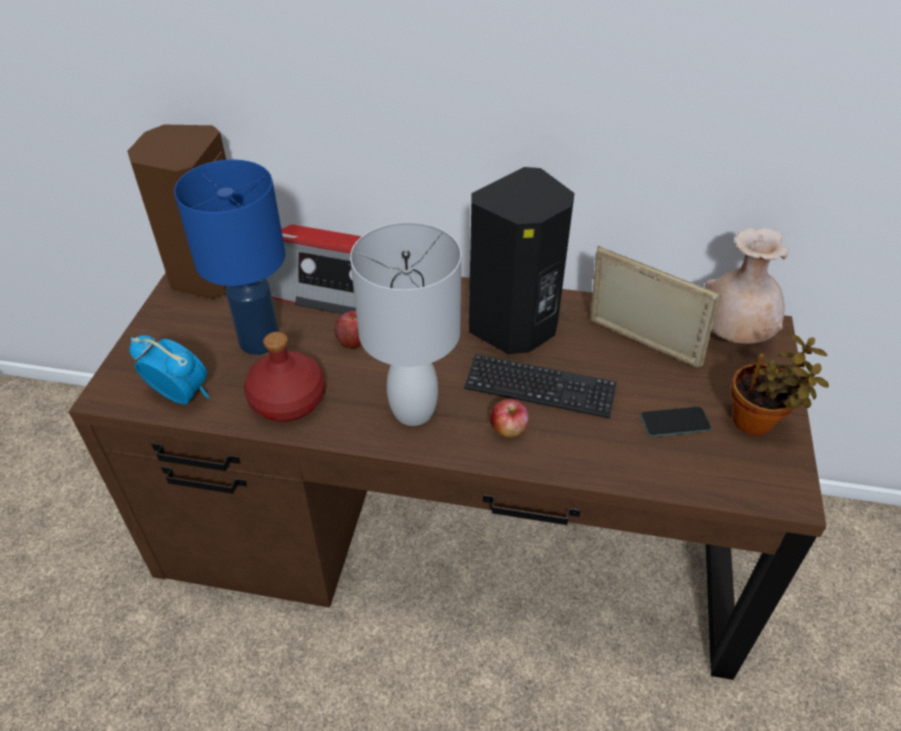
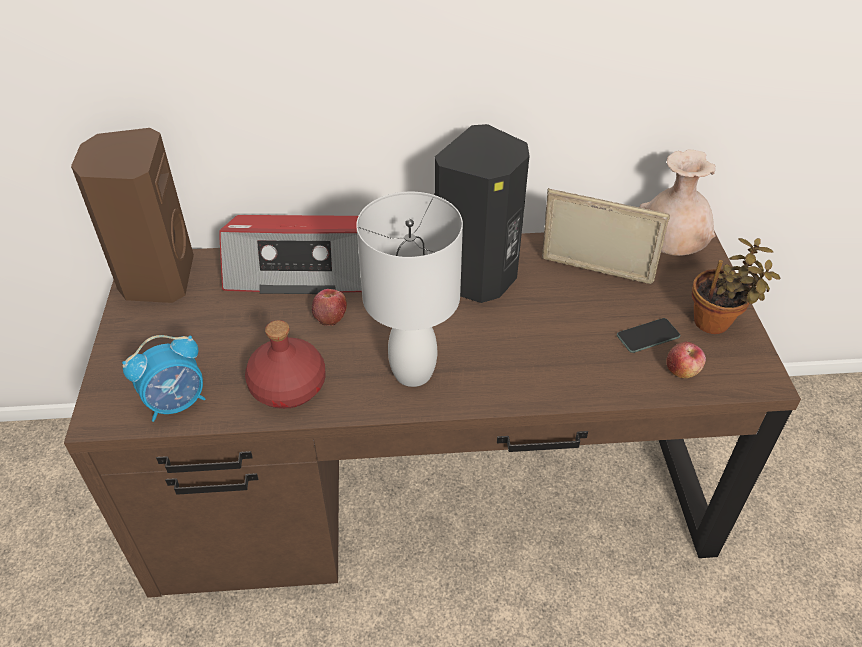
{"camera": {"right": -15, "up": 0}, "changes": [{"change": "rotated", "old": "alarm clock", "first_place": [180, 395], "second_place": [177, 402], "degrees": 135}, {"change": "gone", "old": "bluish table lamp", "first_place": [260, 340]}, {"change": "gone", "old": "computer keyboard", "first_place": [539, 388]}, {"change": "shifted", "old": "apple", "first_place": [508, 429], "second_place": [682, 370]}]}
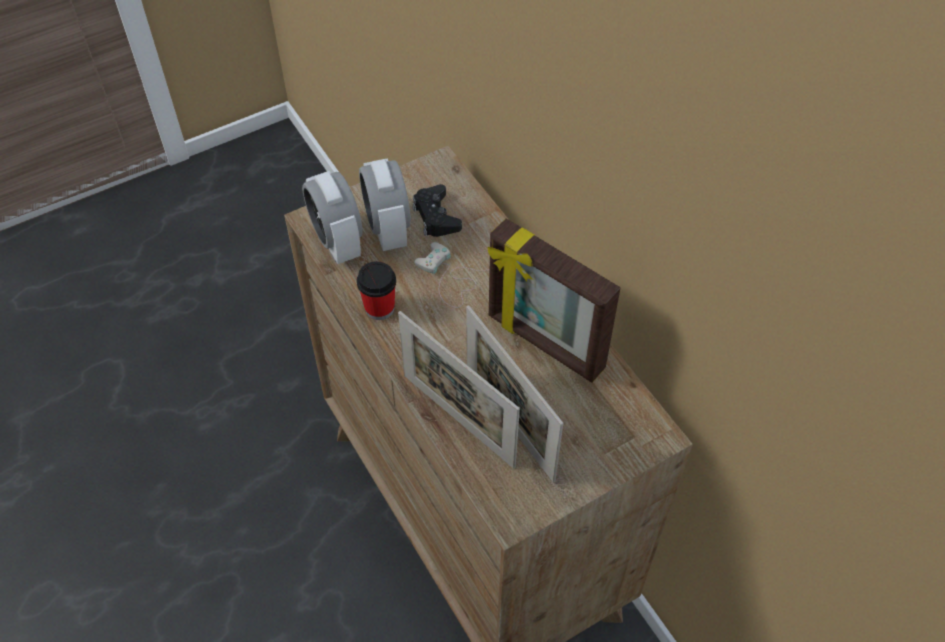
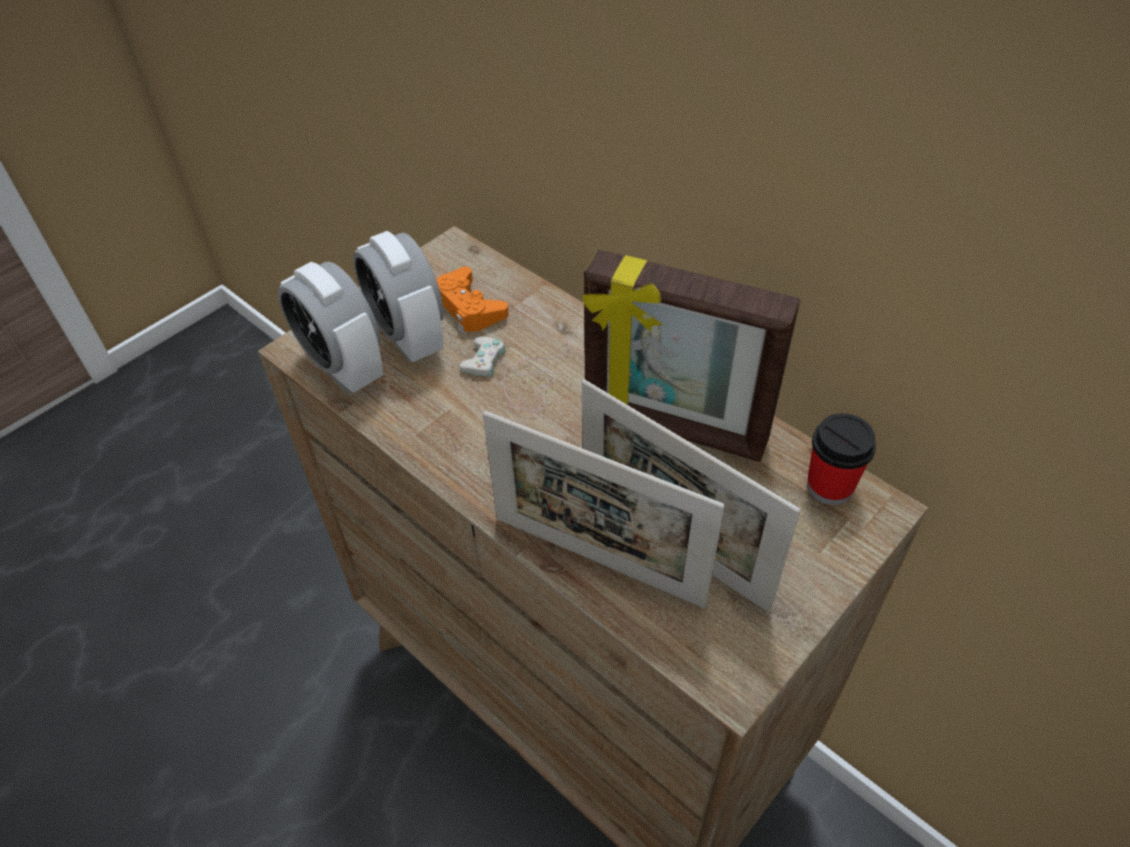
{"camera": {"right": -15, "up": -5}, "changes": [{"change": "shifted", "old": "drinking cup", "first_place": [379, 308], "second_place": [829, 486]}, {"change": "repainted", "old": "blackish gamepad", "new": "orange gamepad", "first_place": [436, 216], "second_place": [468, 308]}]}
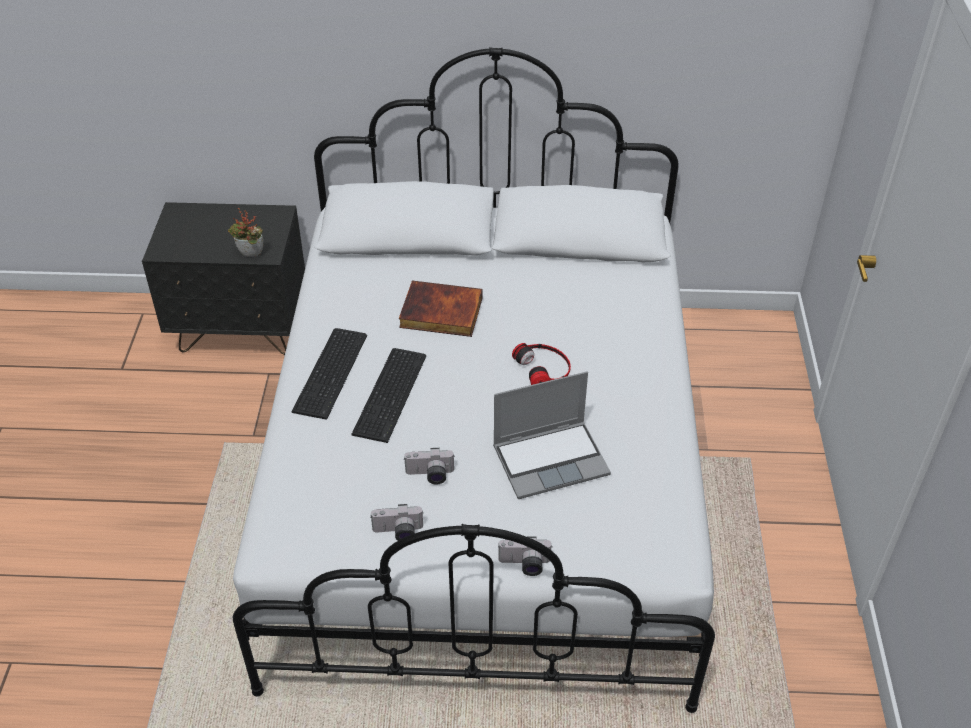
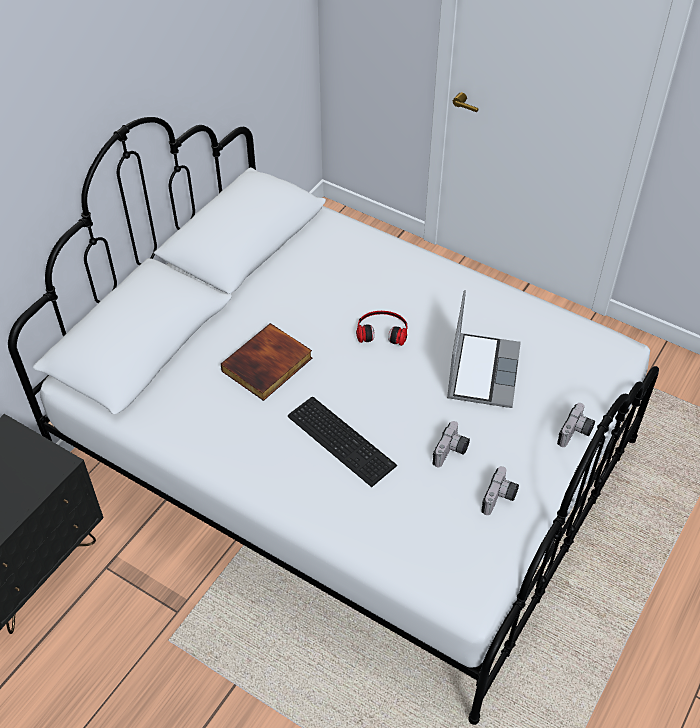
{"camera": {"right": -60, "up": 5}, "changes": [{"change": "gone", "old": "plant in a pot", "first_place": [250, 256]}, {"change": "gone", "old": "computer keyboard", "first_place": [333, 372]}]}
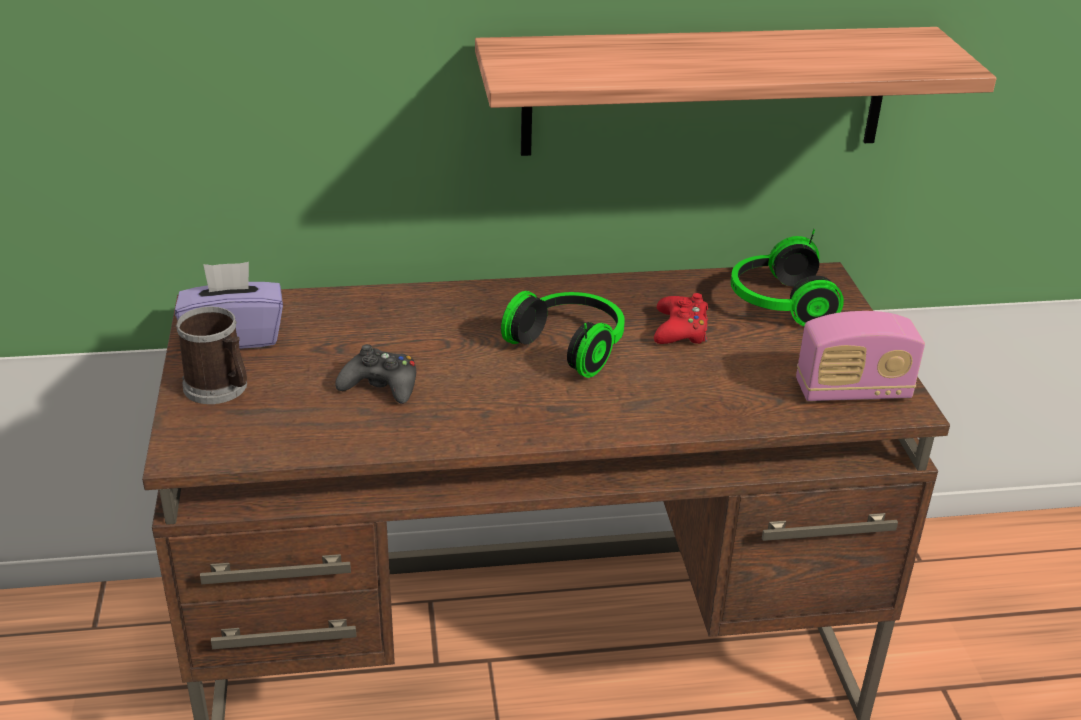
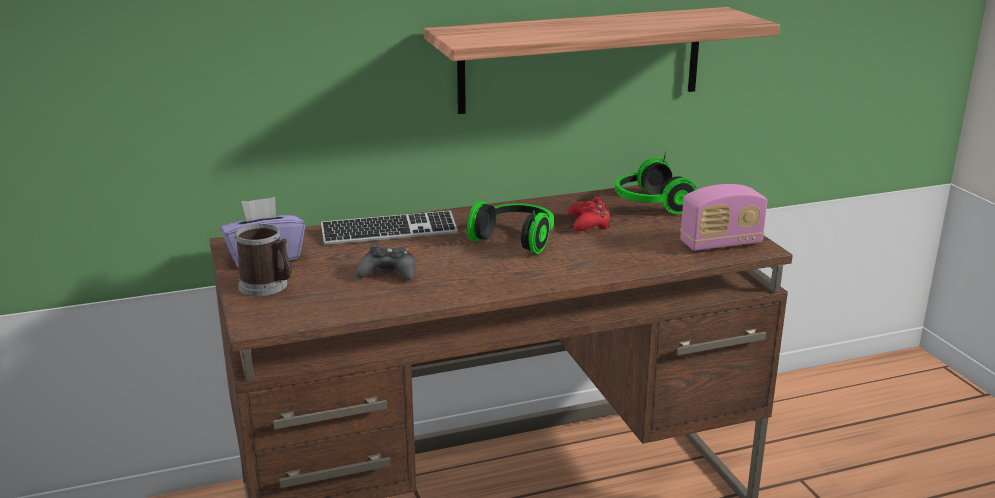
{"camera": {"right": -10, "up": -10}, "changes": [{"change": "new", "new": "computer keyboard", "second_place": [389, 231]}]}
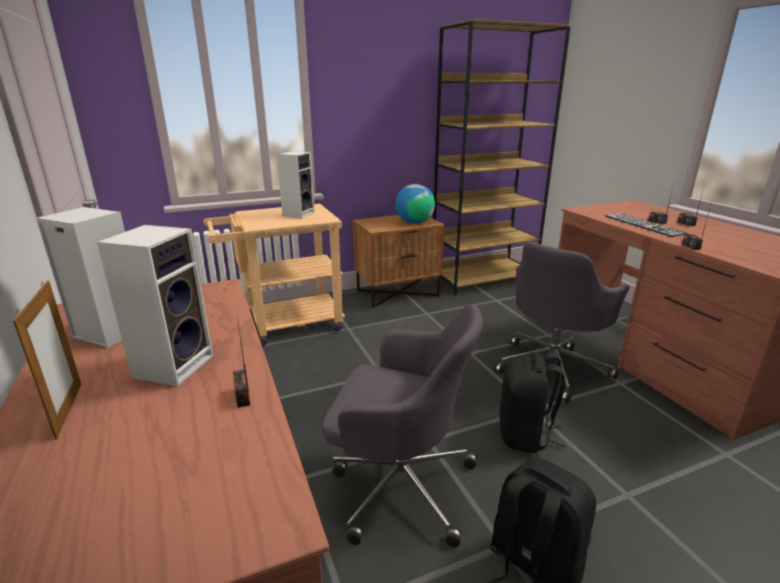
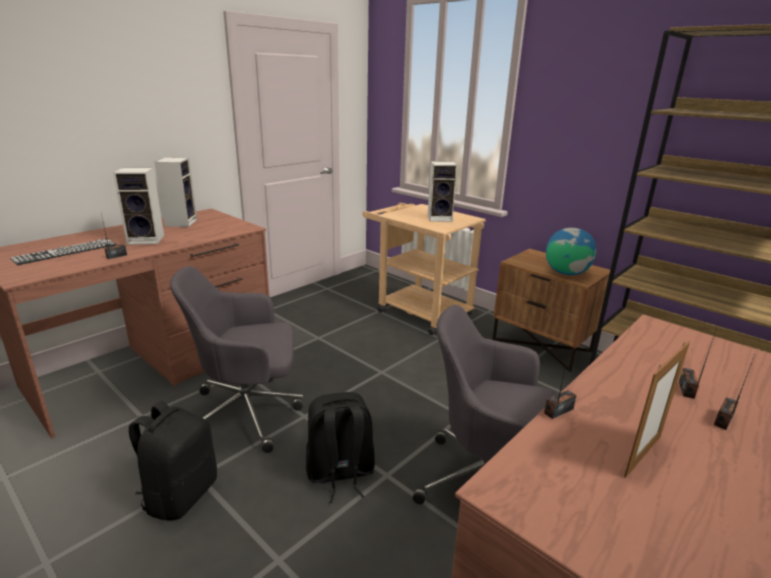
{"camera": {"right": 65, "up": 0}, "changes": [{"change": "shifted", "old": "picture frame", "first_place": [69, 409], "second_place": [642, 456]}, {"change": "rotated", "old": "grey desk chair", "first_place": [399, 484], "second_place": [248, 412], "degrees": 90}, {"change": "shifted", "old": "computer keyboard", "first_place": [643, 224], "second_place": [65, 251]}]}
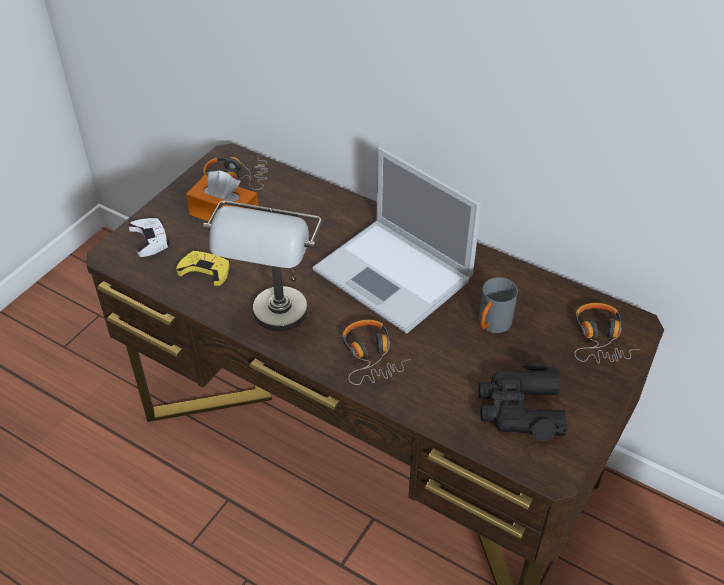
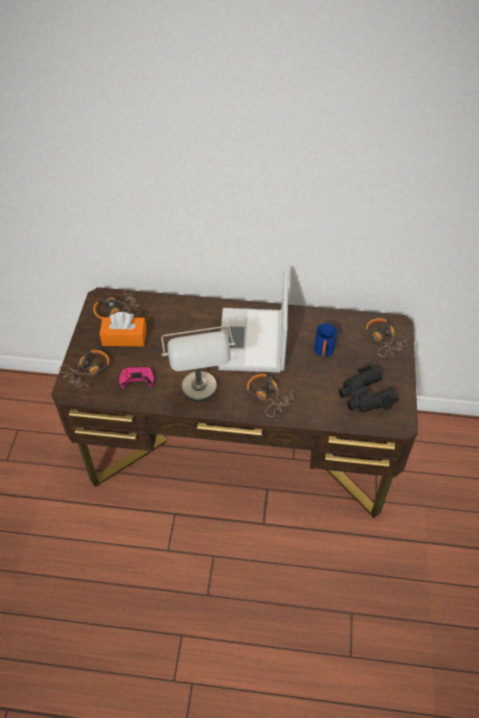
{"camera": {"right": -25, "up": 5}, "changes": [{"change": "swapped", "old": "whitish gamepad", "new": "headphones", "first_place": [150, 239], "second_place": [87, 371]}, {"change": "repainted", "old": "yellow-coloured gamepad", "new": "pinkish gamepad", "first_place": [205, 270], "second_place": [137, 379]}, {"change": "rotated", "old": "notebook computer", "first_place": [395, 276], "second_place": [252, 342], "degrees": 75}, {"change": "repainted", "old": "grey tea mug", "new": "bluish tea mug", "first_place": [491, 326], "second_place": [323, 353]}]}
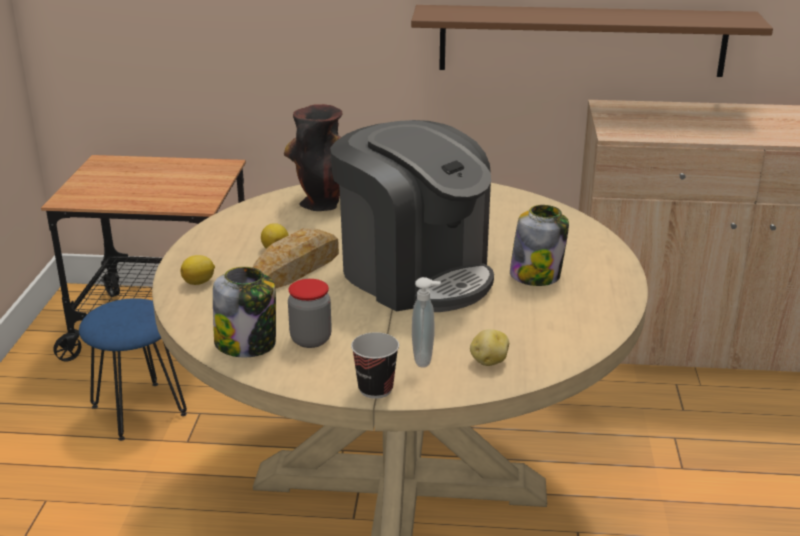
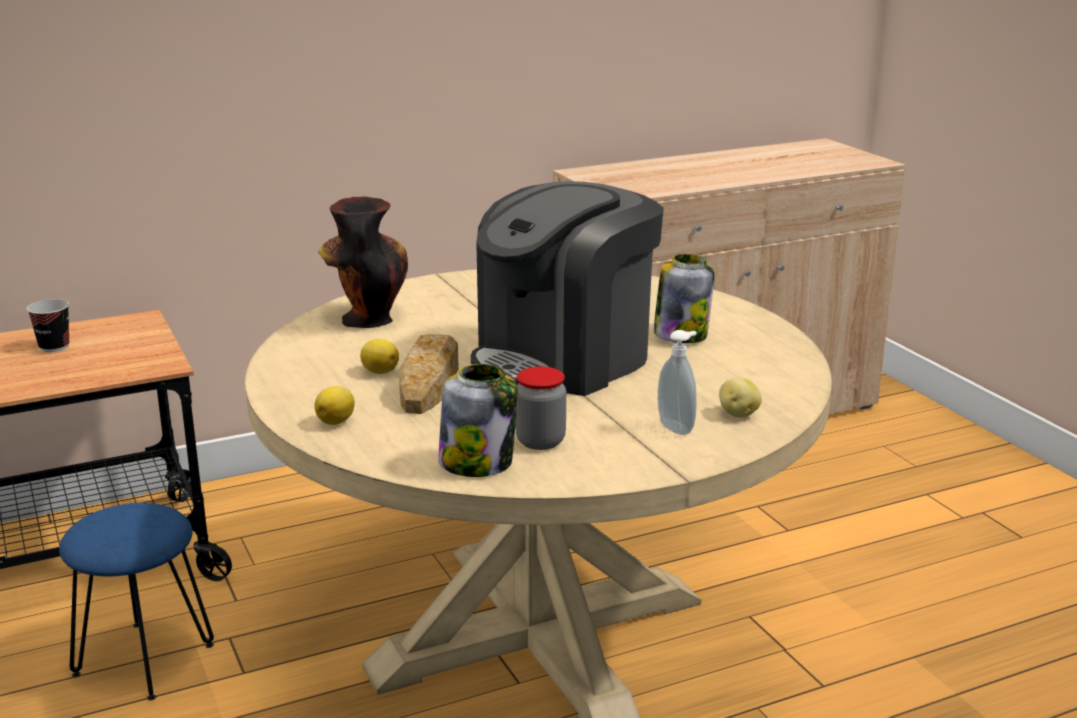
{"camera": {"right": -30, "up": -5}, "changes": [{"change": "rotated", "old": "coffee maker", "first_place": [415, 274], "second_place": [563, 360], "degrees": 120}, {"change": "shifted", "old": "drinking cup", "first_place": [375, 389], "second_place": [54, 347]}, {"change": "gone", "old": "brown-coloured shelf", "first_place": [582, 40]}]}
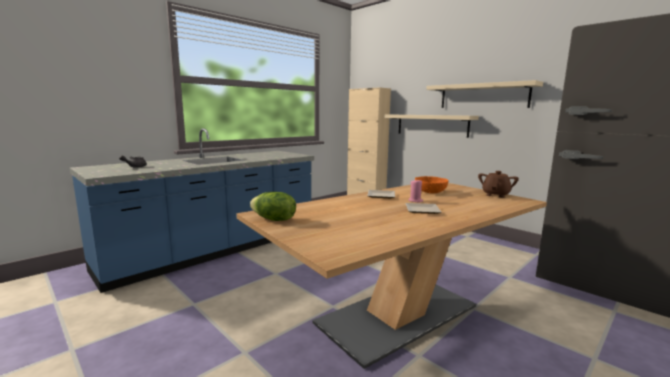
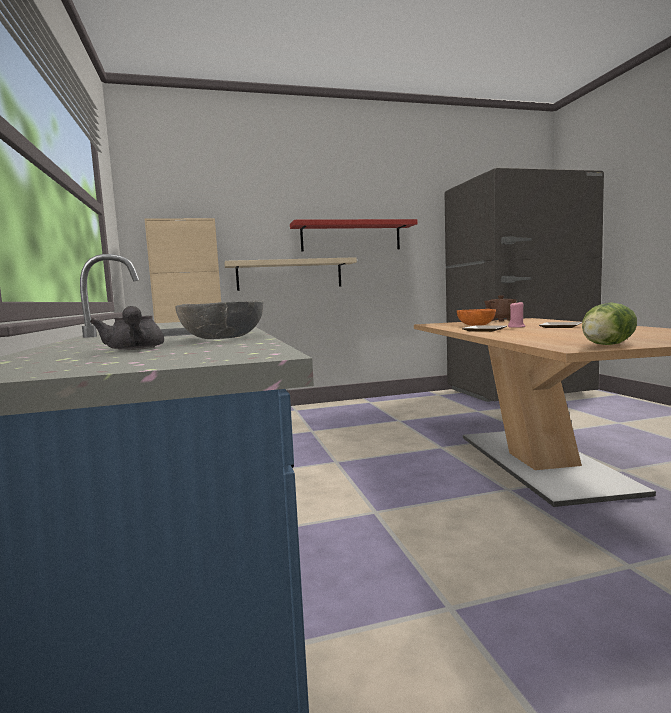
{"camera": {"right": -60, "up": -5}, "changes": [{"change": "repainted", "old": "sand-coloured shelf", "new": "reddish shelf", "first_place": [483, 96], "second_place": [351, 236]}, {"change": "new", "new": "grey deep dish", "second_place": [223, 338]}]}
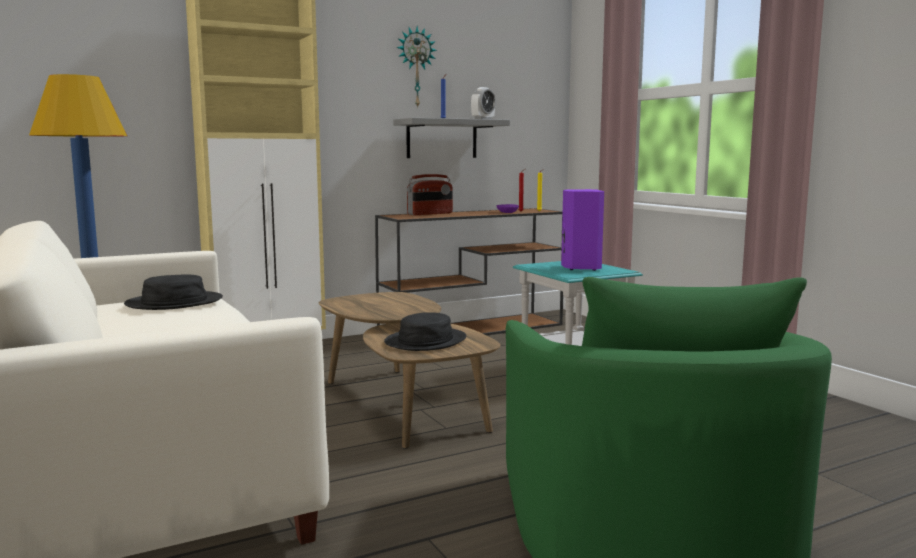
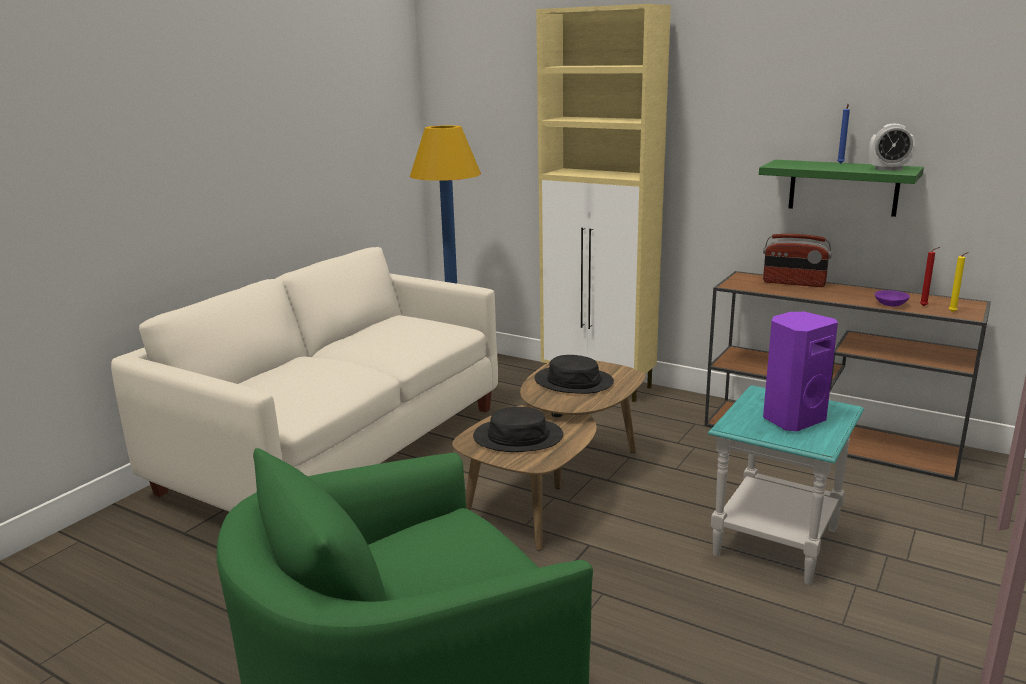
{"camera": {"right": 60, "up": 10}, "changes": [{"change": "shifted", "old": "blackish wearable hat", "first_place": [174, 302], "second_place": [573, 381]}, {"change": "repainted", "old": "grey shelf", "new": "green-coloured shelf", "first_place": [442, 139], "second_place": [843, 187]}, {"change": "gone", "old": "wall clock", "first_place": [415, 67]}]}
